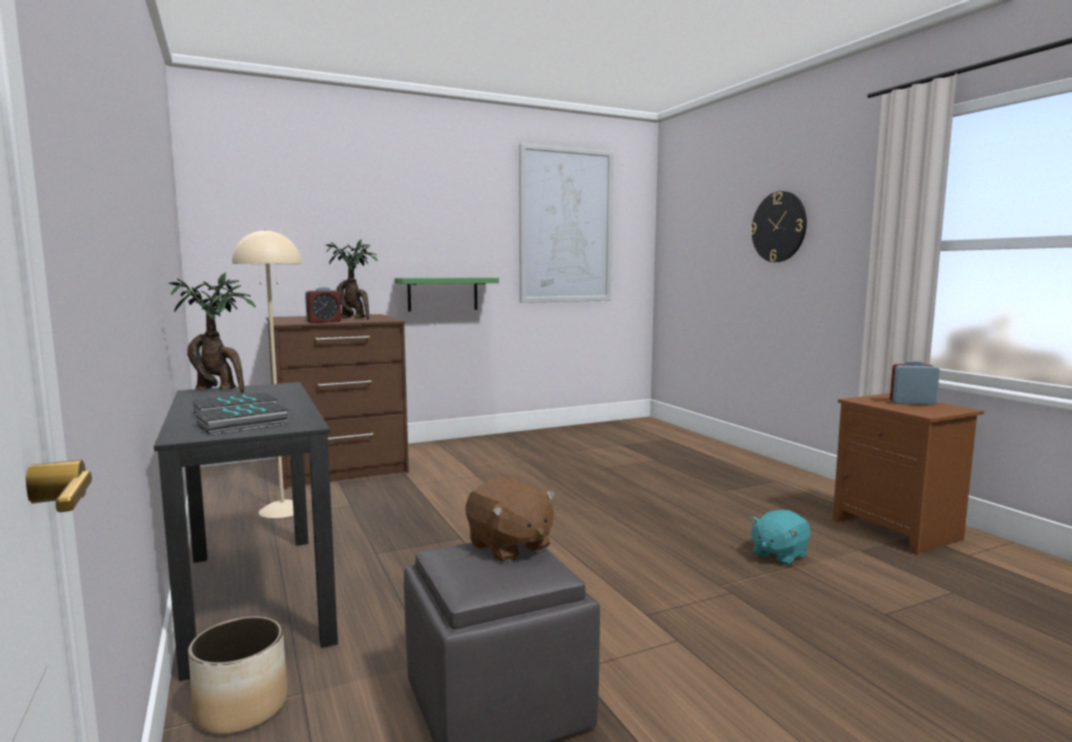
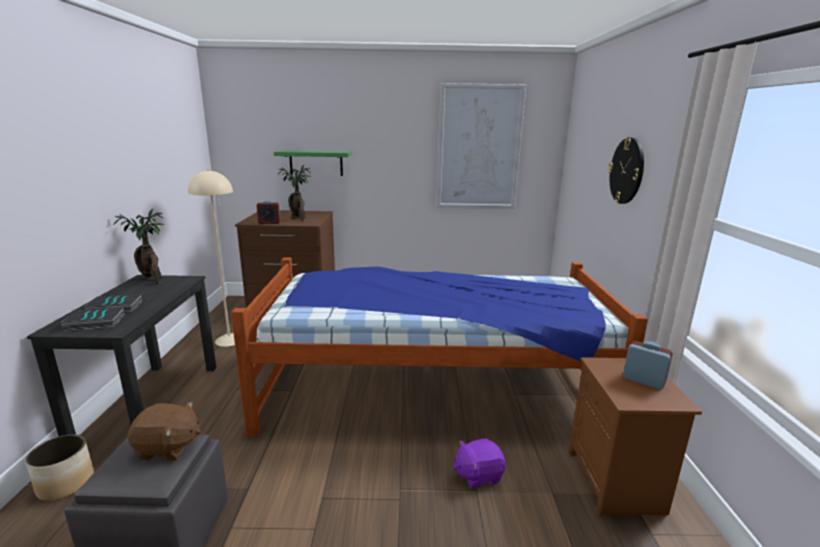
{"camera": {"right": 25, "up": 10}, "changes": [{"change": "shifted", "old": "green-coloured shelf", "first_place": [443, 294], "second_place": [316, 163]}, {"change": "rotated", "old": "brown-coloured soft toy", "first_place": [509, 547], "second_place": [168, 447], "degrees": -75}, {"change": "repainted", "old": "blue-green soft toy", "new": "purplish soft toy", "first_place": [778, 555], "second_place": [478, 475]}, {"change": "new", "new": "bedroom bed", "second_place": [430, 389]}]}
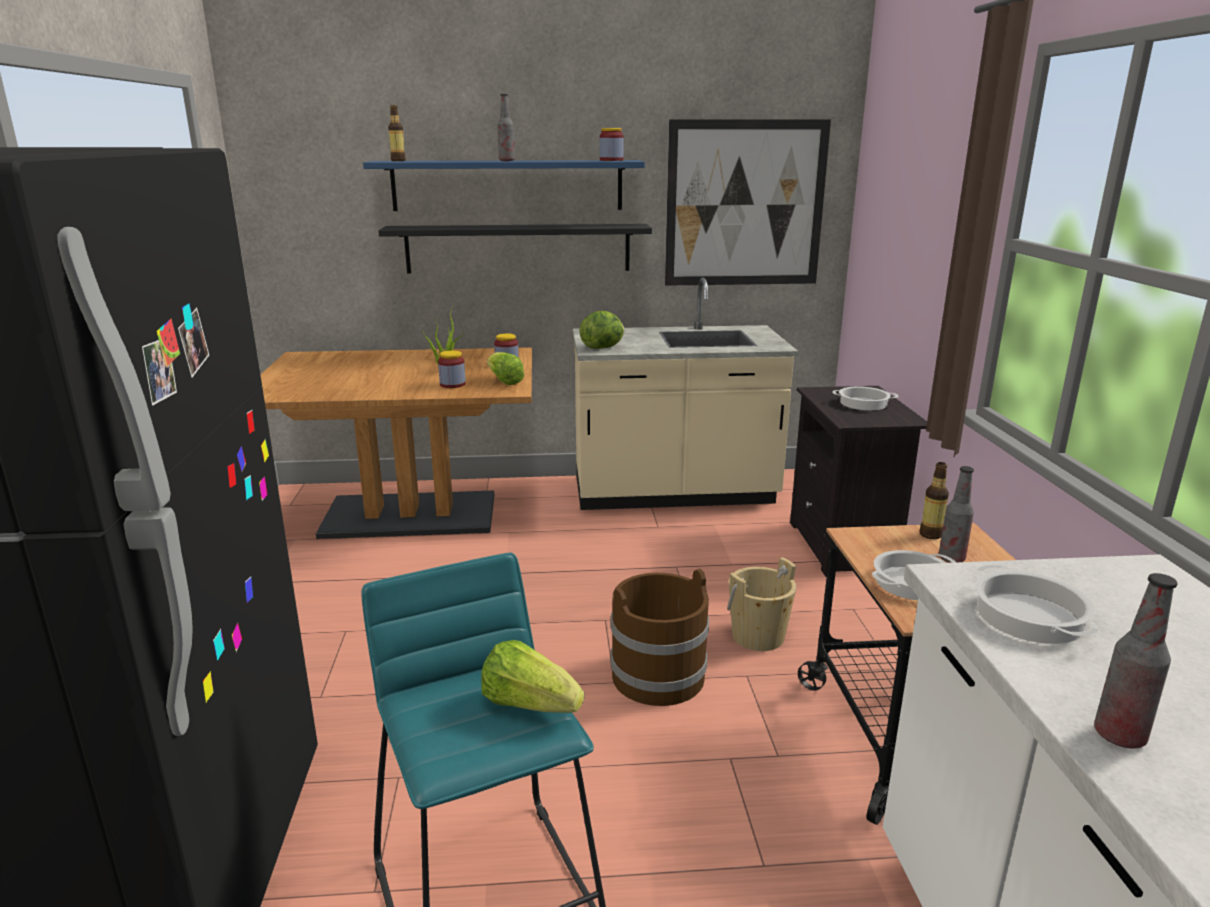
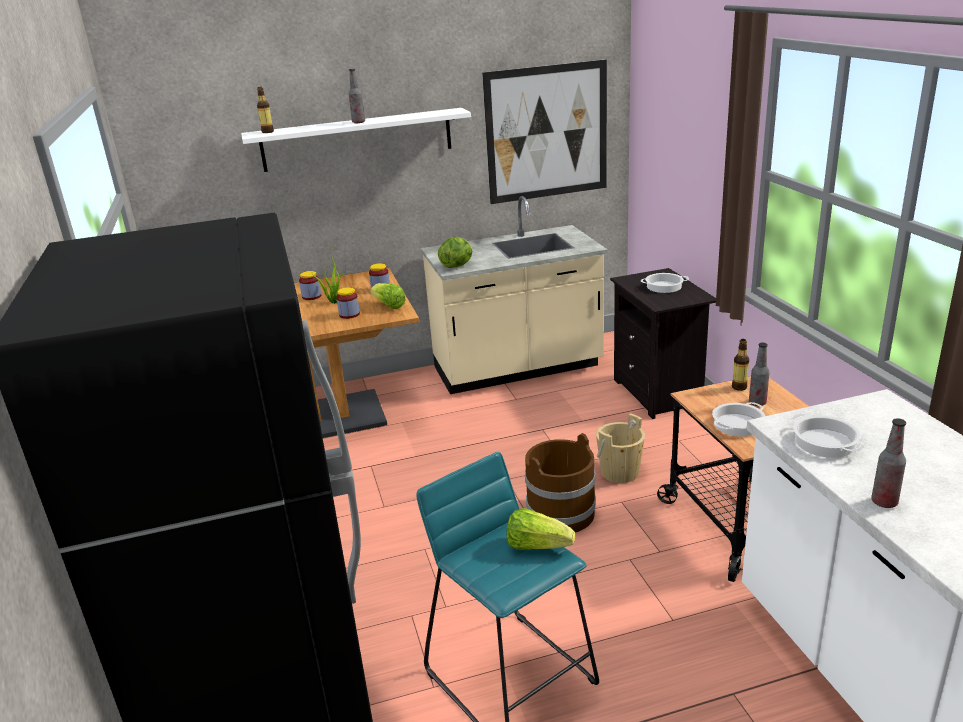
{"camera": {"right": -10, "up": 5}, "changes": [{"change": "repainted", "old": "bluish shelf", "new": "whitish shelf", "first_place": [507, 185], "second_place": [357, 139]}, {"change": "gone", "old": "blackish shelf", "first_place": [518, 248]}, {"change": "shifted", "old": "storage jar", "first_place": [611, 160], "second_place": [311, 296]}]}
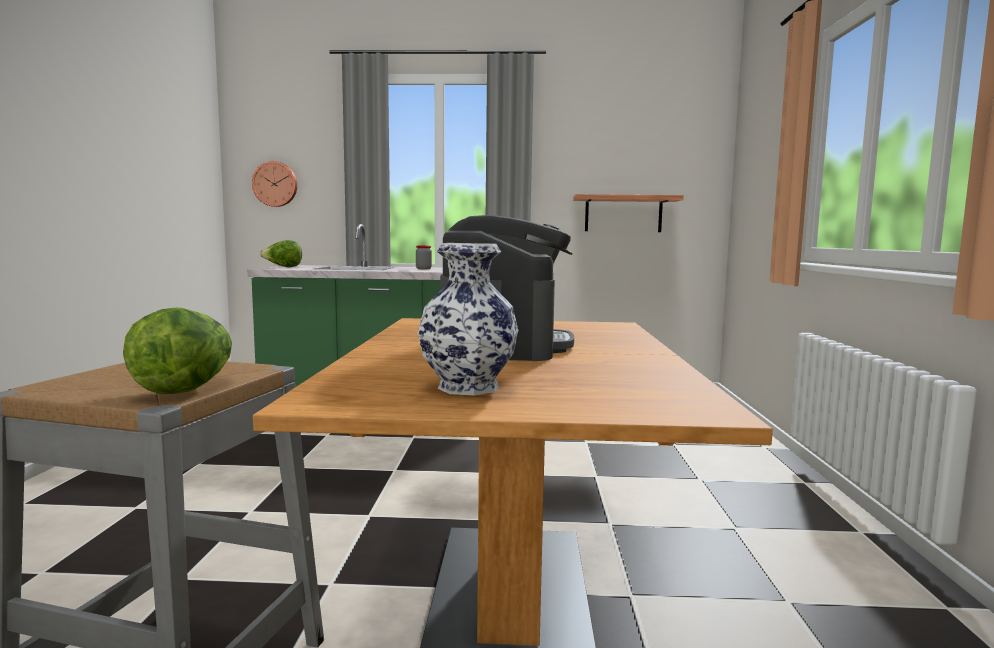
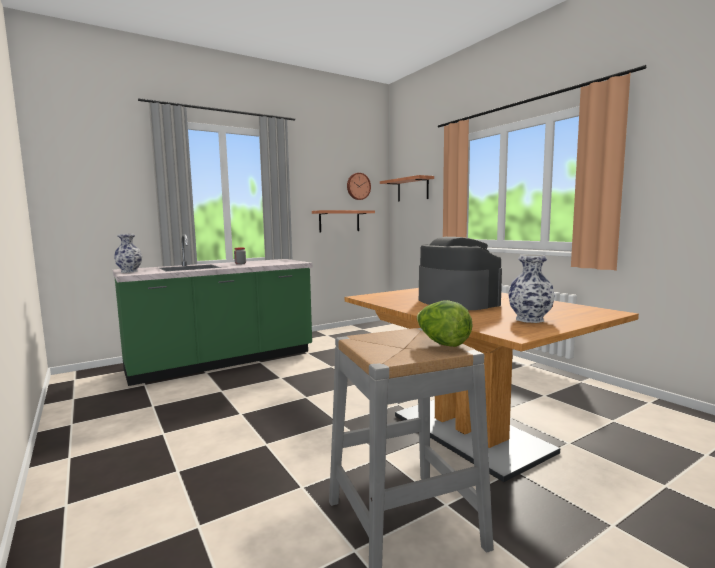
{"camera": {"right": -35, "up": 0}, "changes": [{"change": "shifted", "old": "wall clock", "first_place": [275, 184], "second_place": [358, 186]}, {"change": "swapped", "old": "head of lettuce", "new": "decorative vase", "first_place": [283, 267], "second_place": [130, 271]}, {"change": "new", "new": "shelf", "second_place": [412, 189]}]}
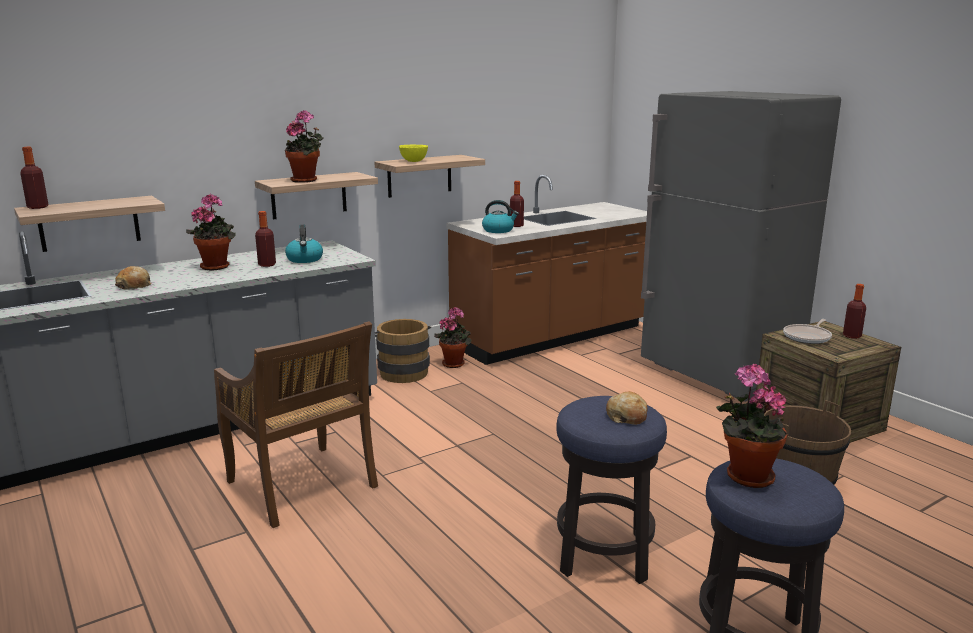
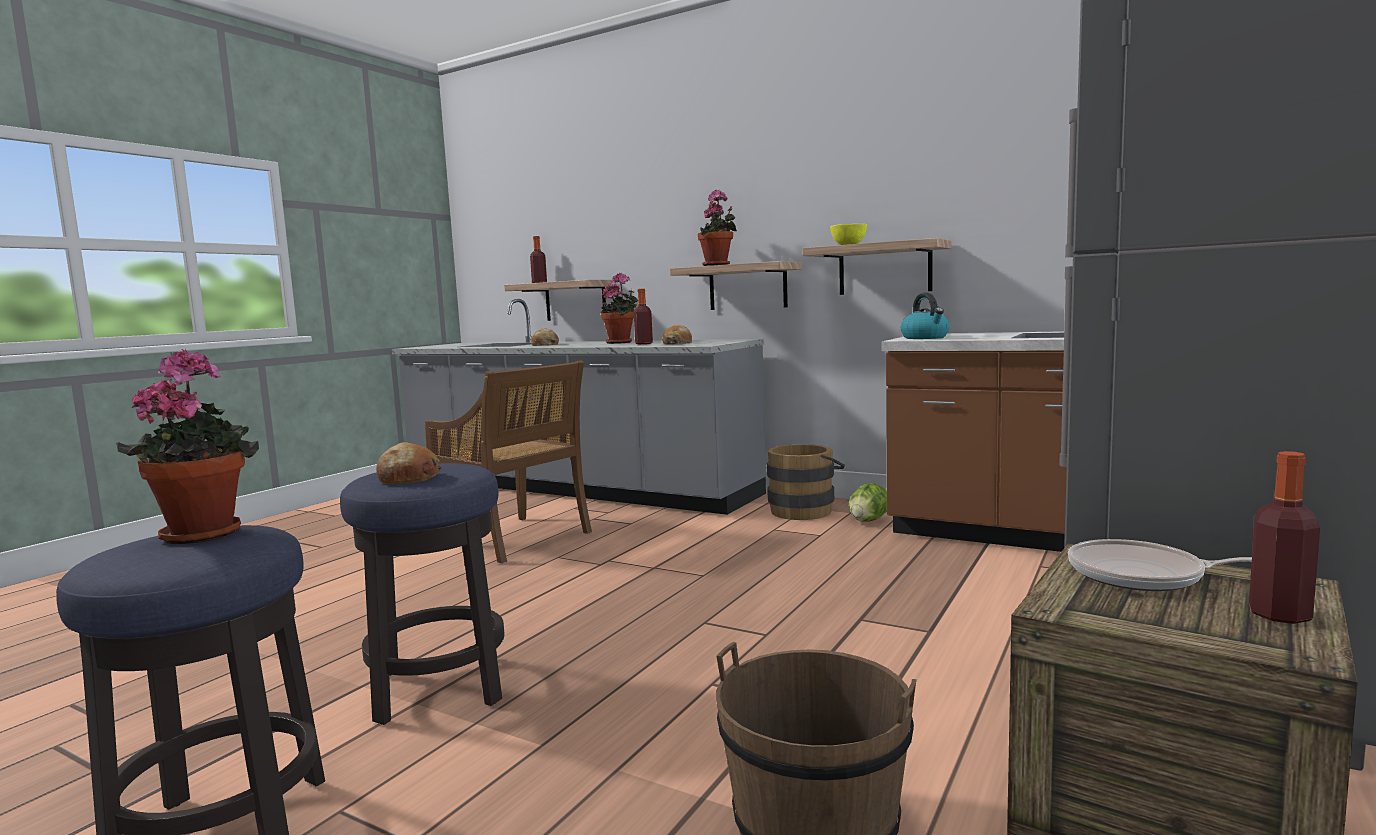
{"camera": {"right": 65, "up": -10}, "changes": [{"change": "rotated", "old": "brown-coloured upright chair", "first_place": [302, 486], "second_place": [515, 539], "degrees": -75}, {"change": "swapped", "old": "tea kettle", "new": "bakery bread", "first_place": [305, 259], "second_place": [677, 343]}, {"change": "swapped", "old": "plant in a pot", "new": "head of lettuce", "first_place": [454, 363], "second_place": [868, 521]}, {"change": "gone", "old": "beverage bottle", "first_place": [516, 225]}]}
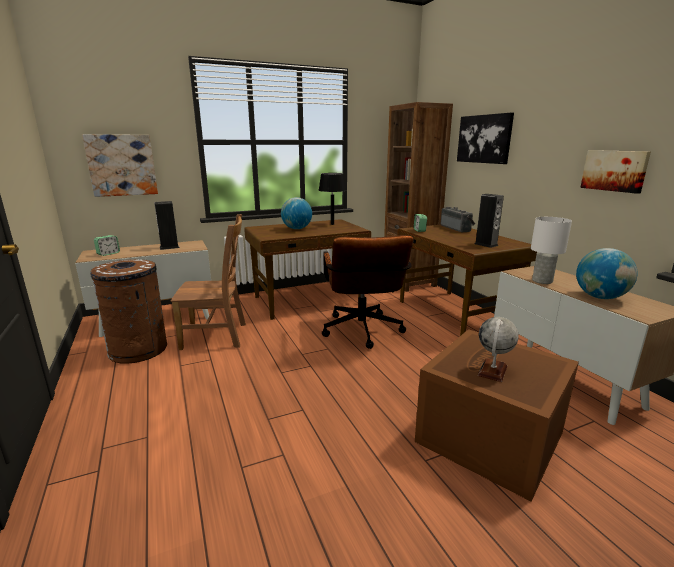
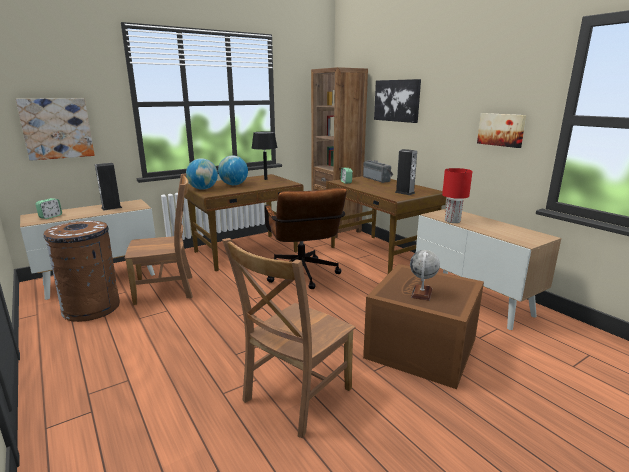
{"camera": {"right": -10, "up": 0}, "changes": [{"change": "repainted", "old": "whitish table lamp", "new": "reddish table lamp", "first_place": [542, 281], "second_place": [452, 220]}, {"change": "shifted", "old": "globe", "first_place": [600, 297], "second_place": [203, 189]}, {"change": "new", "new": "brown-coloured upright chair", "second_place": [294, 397]}]}
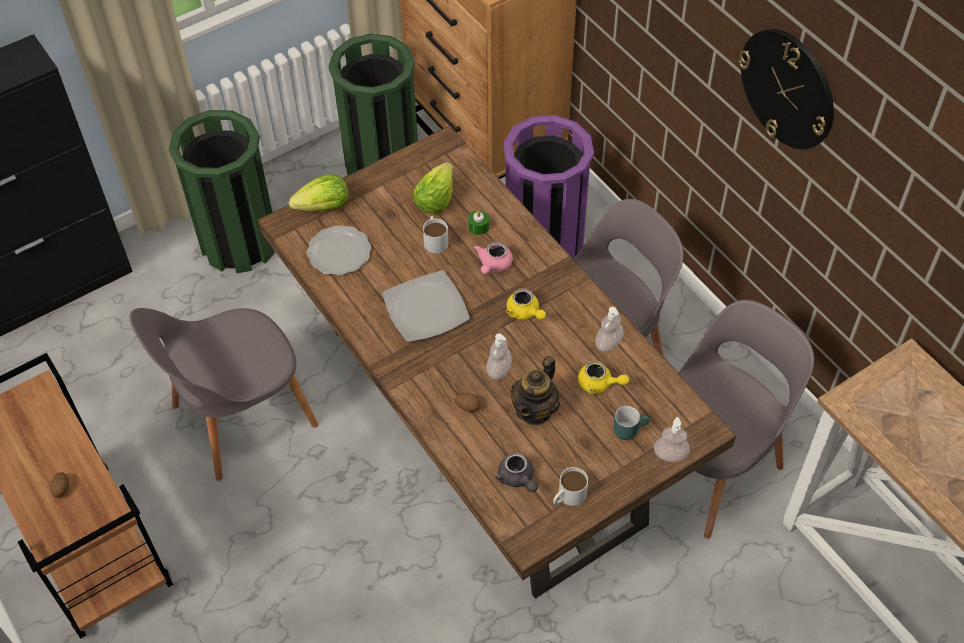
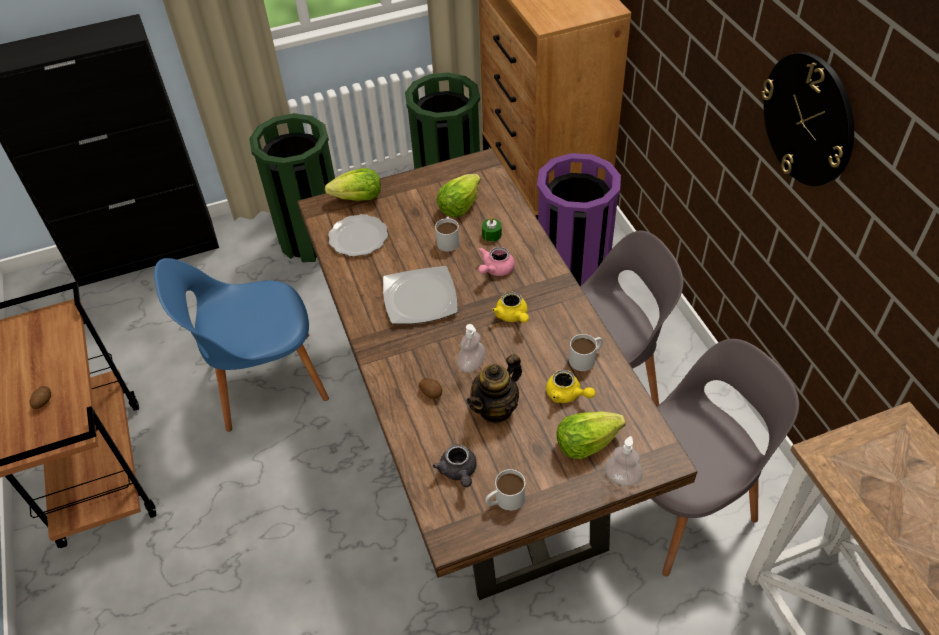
{"camera": {"right": 15, "up": -5}, "changes": [{"change": "repainted", "old": "grey upright chair", "new": "bluish upright chair", "first_place": [240, 418], "second_place": [264, 381]}, {"change": "swapped", "old": "soap bottle", "new": "whitish tea mug", "first_place": [608, 344], "second_place": [586, 358]}, {"change": "swapped", "old": "blue-green tea mug", "new": "head of lettuce", "first_place": [629, 428], "second_place": [585, 443]}]}
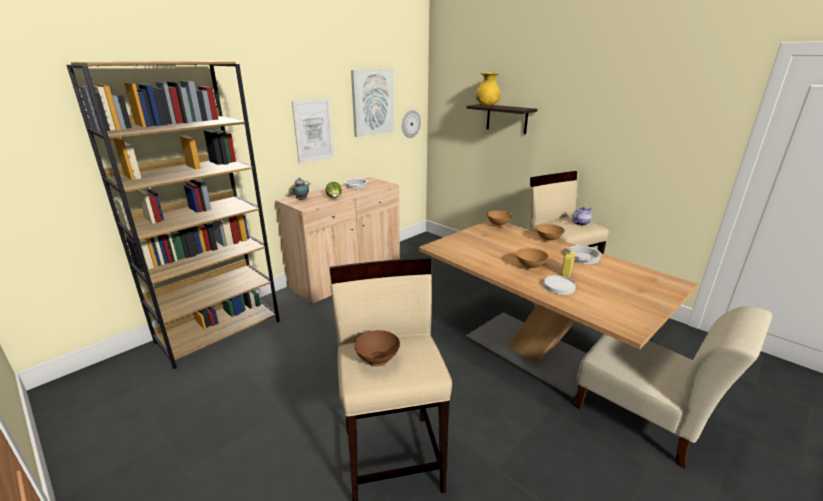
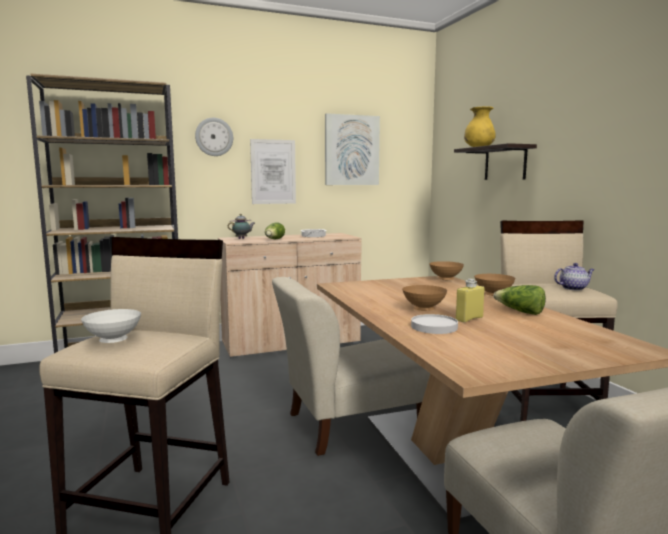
{"camera": {"right": 25, "up": -15}, "changes": [{"change": "repainted", "old": "brown-coloured deep dish", "new": "whitish deep dish", "first_place": [378, 361], "second_place": [114, 341]}, {"change": "shifted", "old": "wall clock", "first_place": [410, 123], "second_place": [214, 137]}, {"change": "swapped", "old": "saucepot", "new": "head of lettuce", "first_place": [583, 258], "second_place": [520, 312]}, {"change": "new", "new": "sand-coloured upright chair", "second_place": [349, 424]}]}
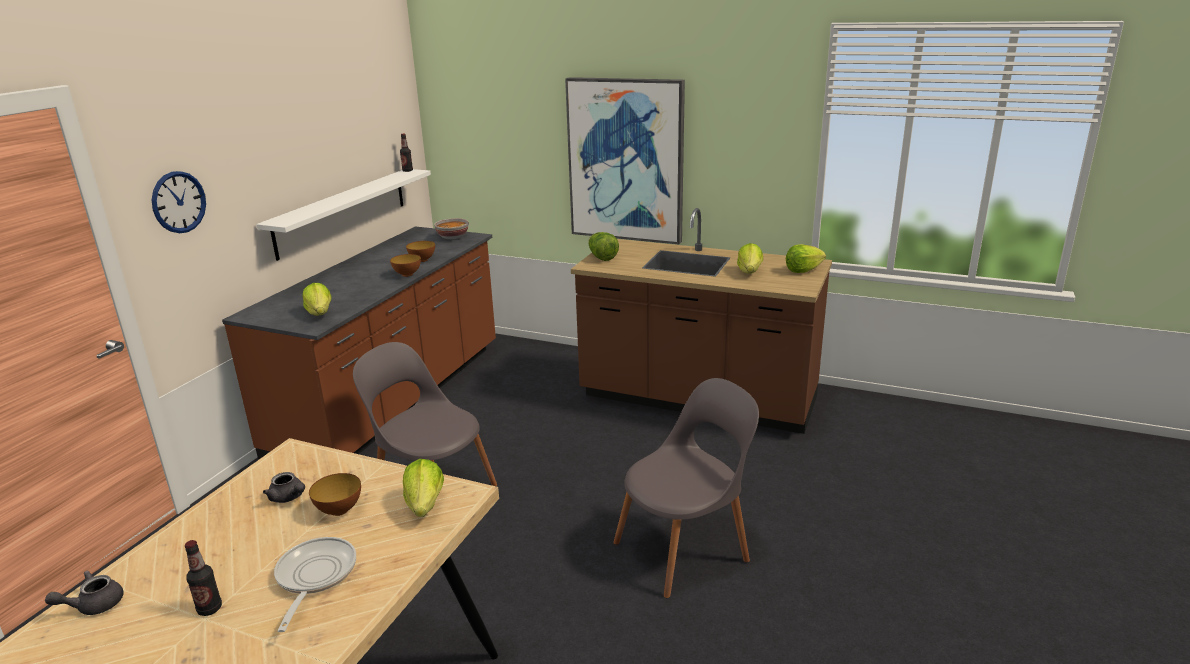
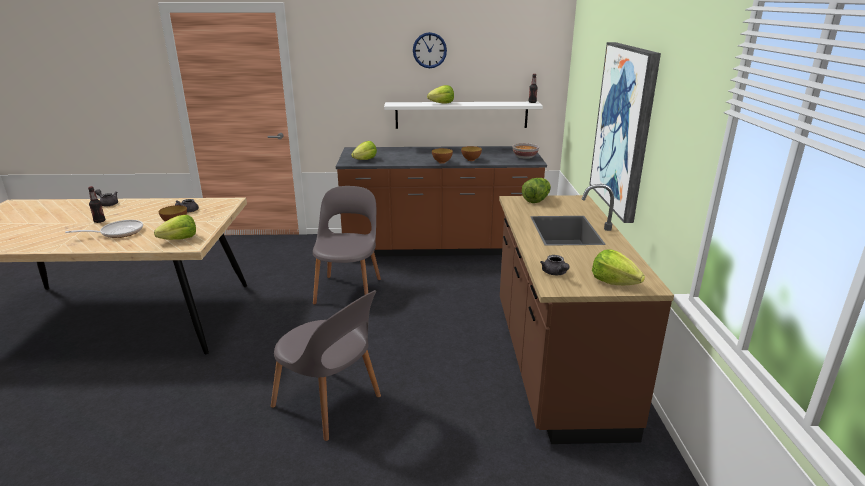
{"camera": {"right": 65, "up": 0}, "changes": [{"change": "shifted", "old": "wall clock", "first_place": [178, 202], "second_place": [429, 50]}, {"change": "shifted", "old": "head of lettuce", "first_place": [749, 272], "second_place": [442, 103]}, {"change": "new", "new": "grey pot for tea", "second_place": [555, 273]}]}
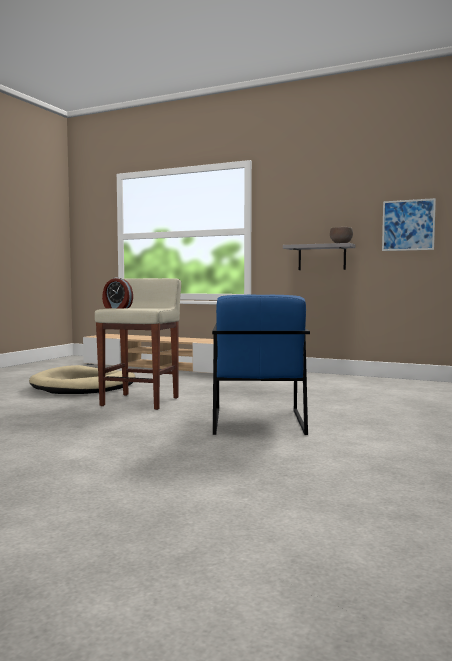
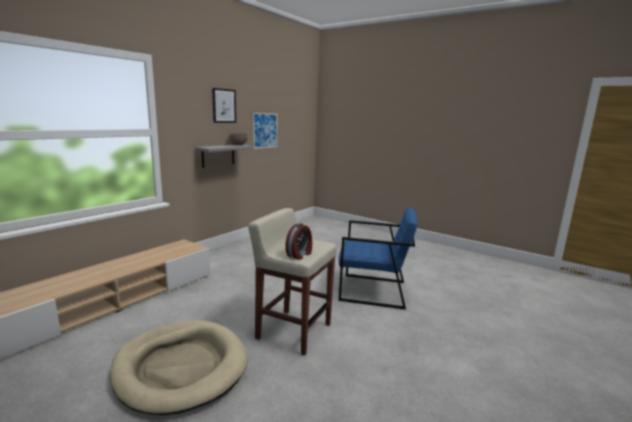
{"camera": {"right": -80, "up": 10}, "changes": [{"change": "new", "new": "wall art", "second_place": [224, 106]}]}
